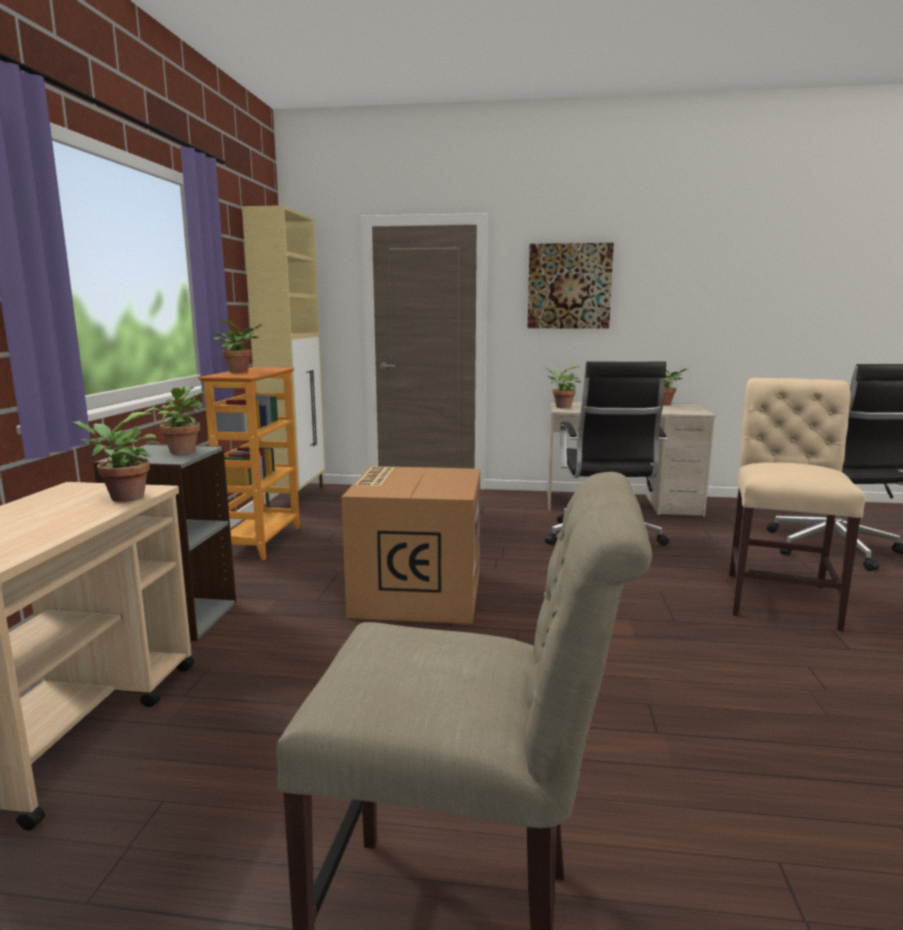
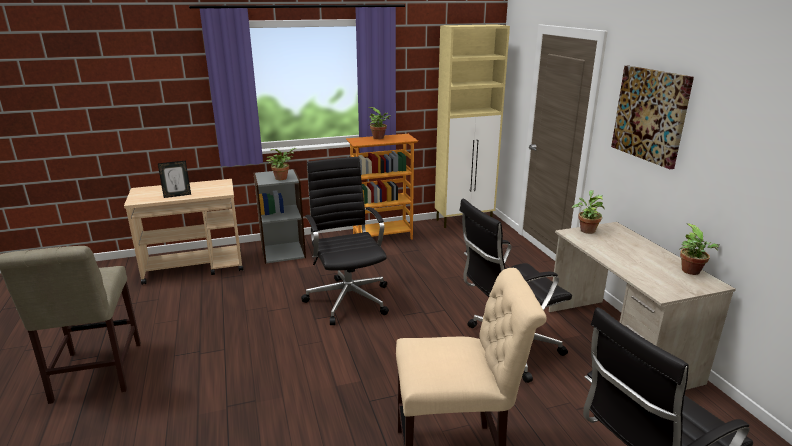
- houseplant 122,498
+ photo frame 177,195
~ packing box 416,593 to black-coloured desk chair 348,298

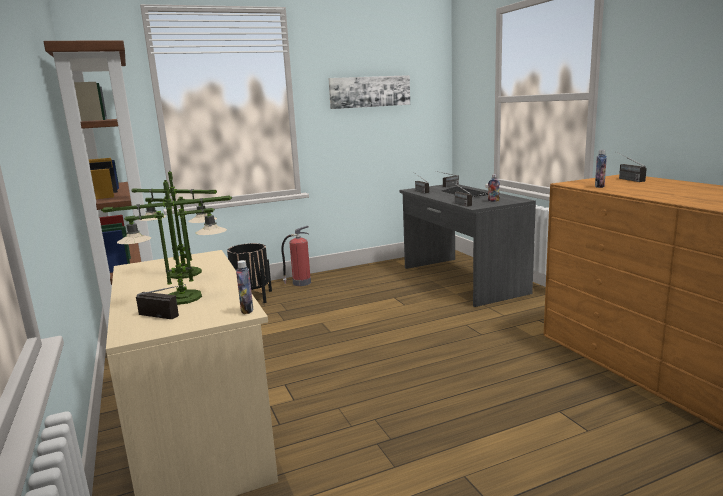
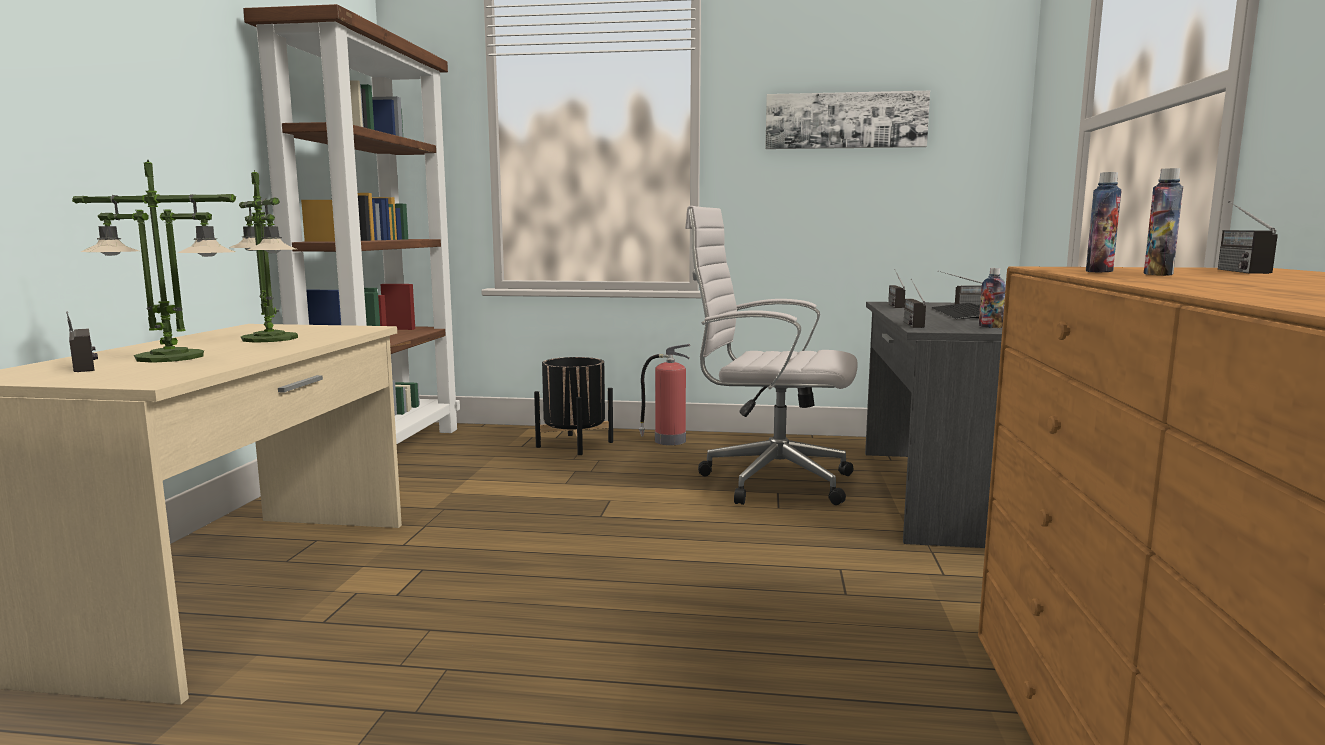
+ white-coloured desk chair 769,481
~ beverage bottle 247,310 to 1158,274

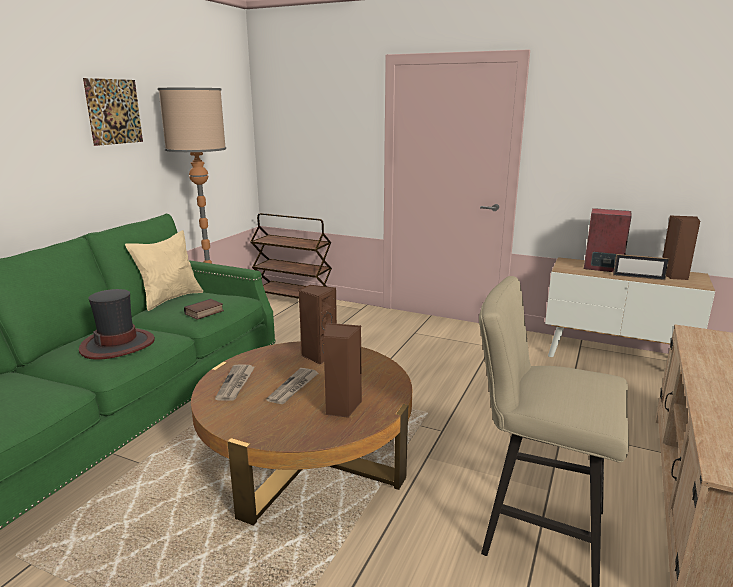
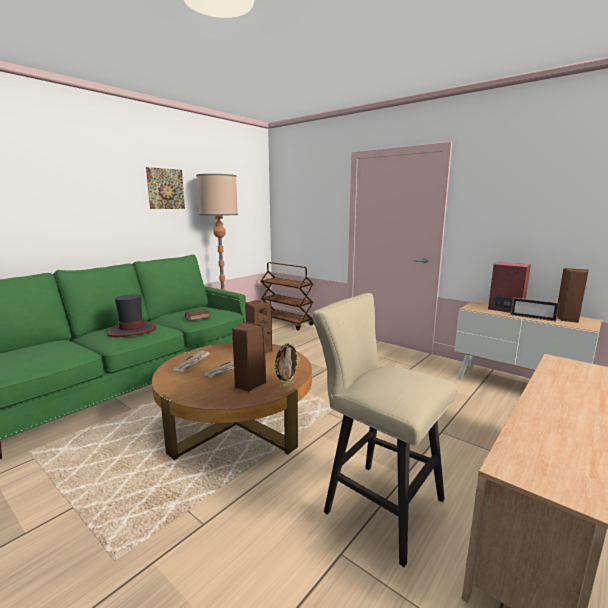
- beige throw pillow 170,299
+ photo frame 286,386

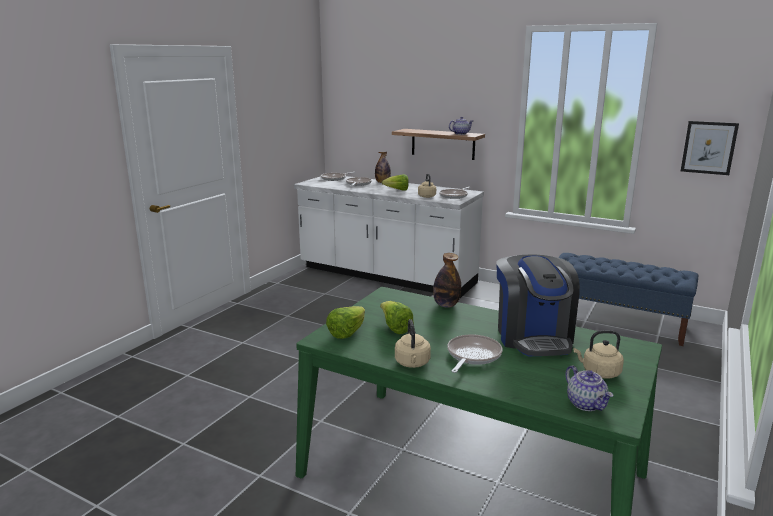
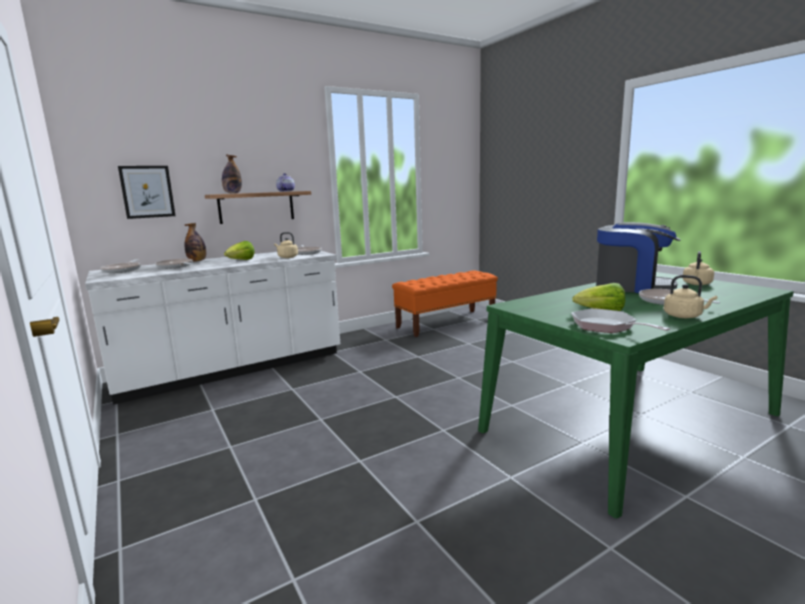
- pot for tea 586,404
~ beverage bottle 446,305 to 233,193
~ picture 708,147 to 147,192
~ head of lettuce 347,333 to frying pan 607,326
~ bluish indoor bench 616,322 to orangey indoor bench 446,323

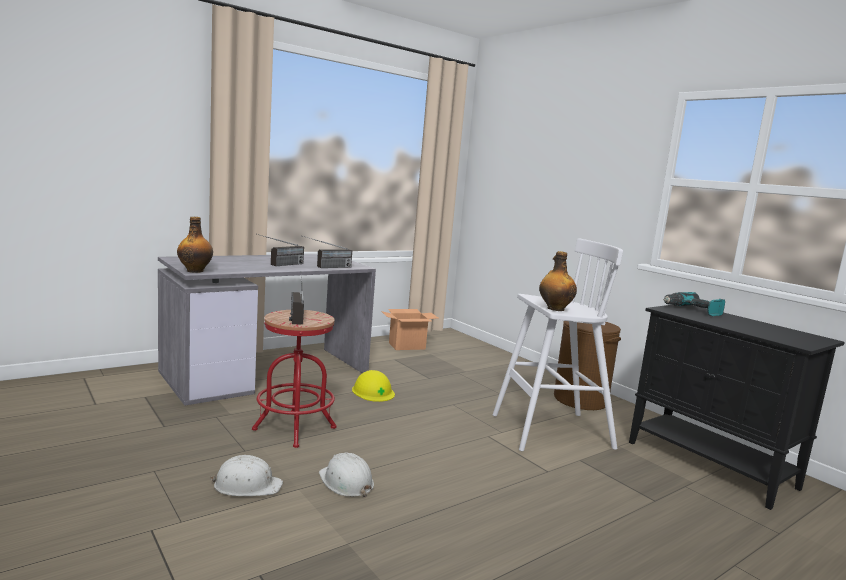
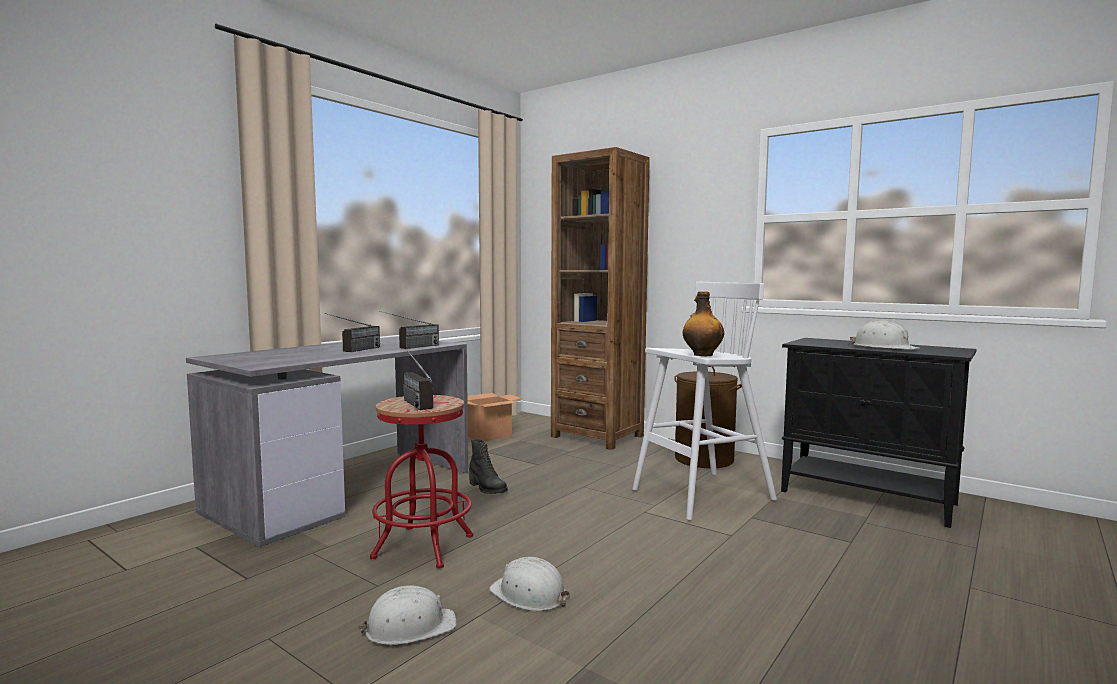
- beverage bottle 195,271
- drill 692,310
+ brownish bookcase 597,436
+ white-coloured hard hat 883,347
~ yellow hard hat 373,391 to black-coloured boot 487,489

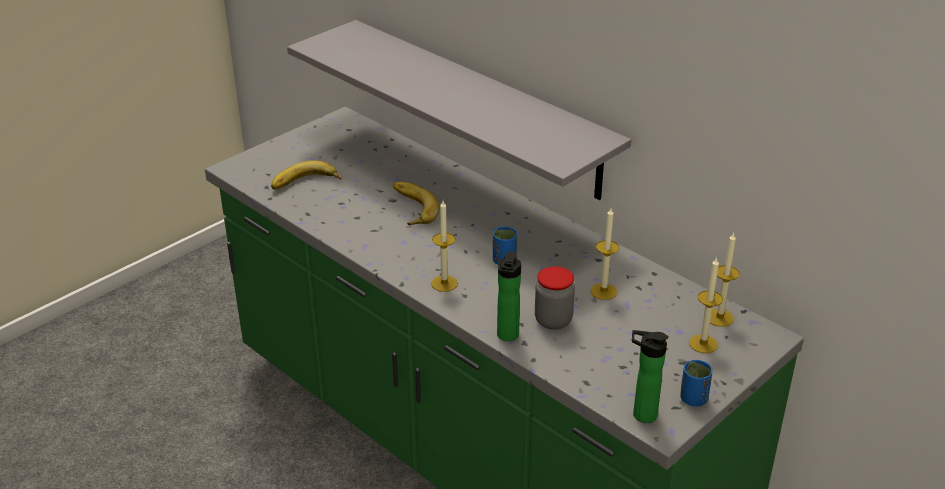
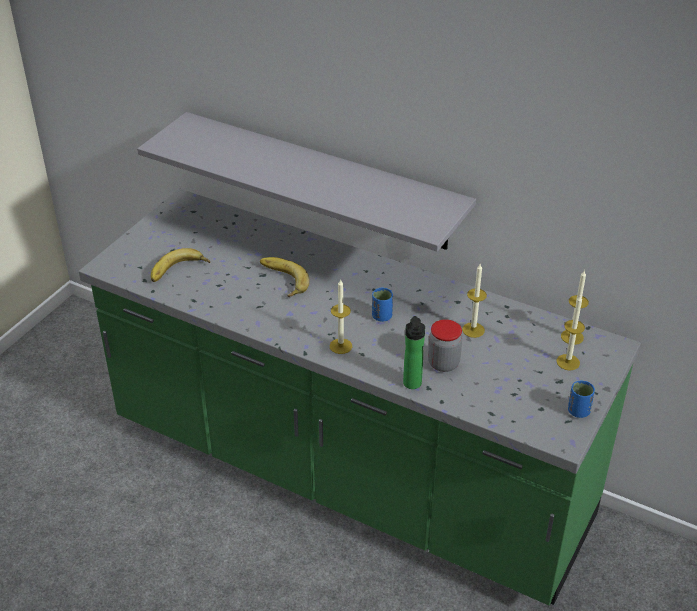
- beverage bottle 641,414

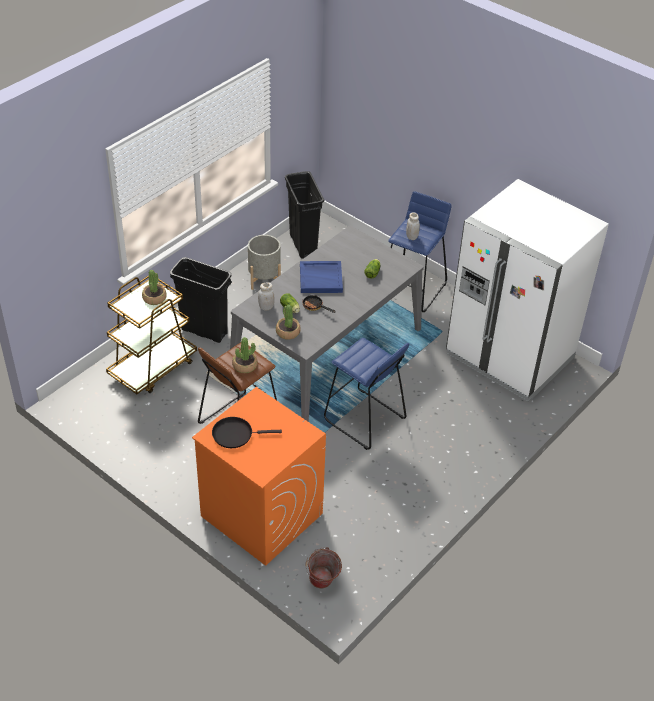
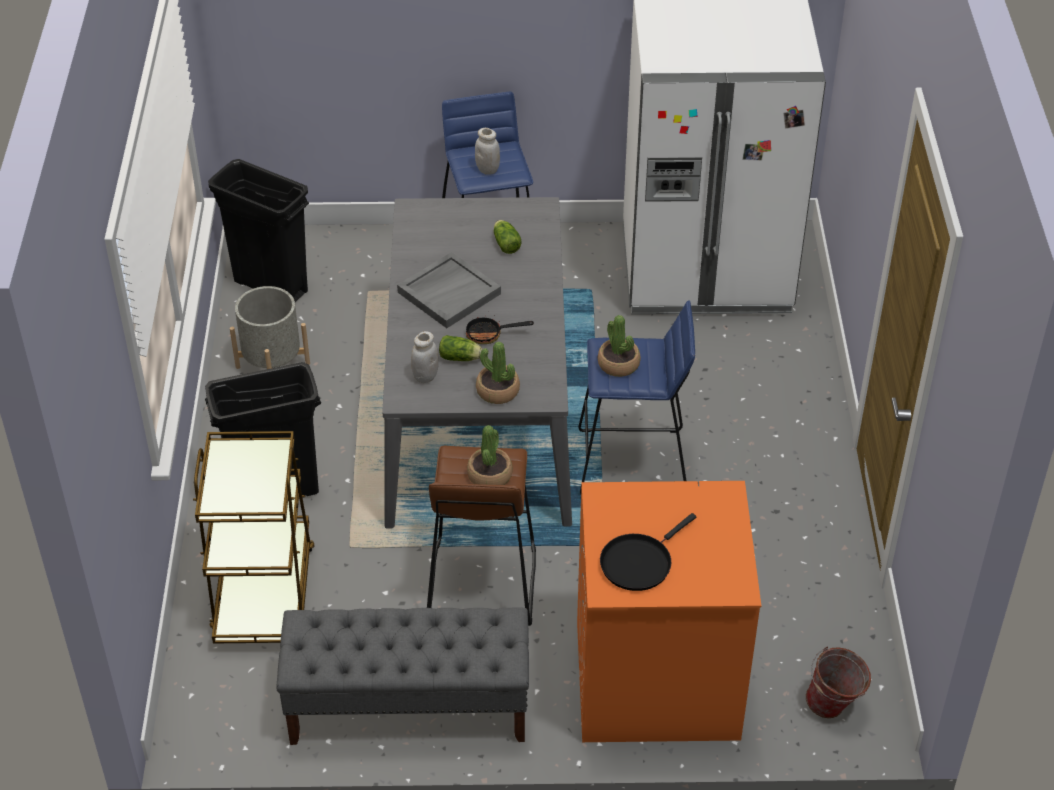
+ gray indoor bench 408,708
~ houseplant 154,298 to 618,364
~ bluish serving tray 321,278 to gray serving tray 449,292

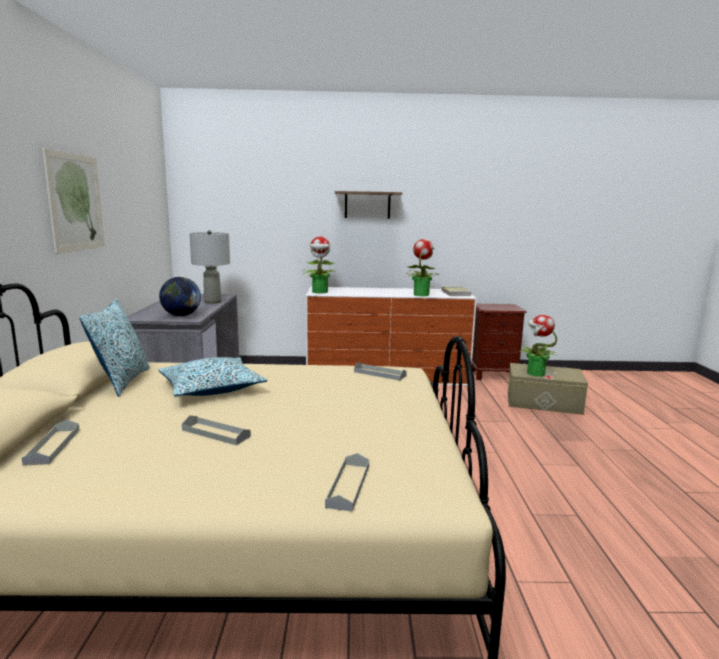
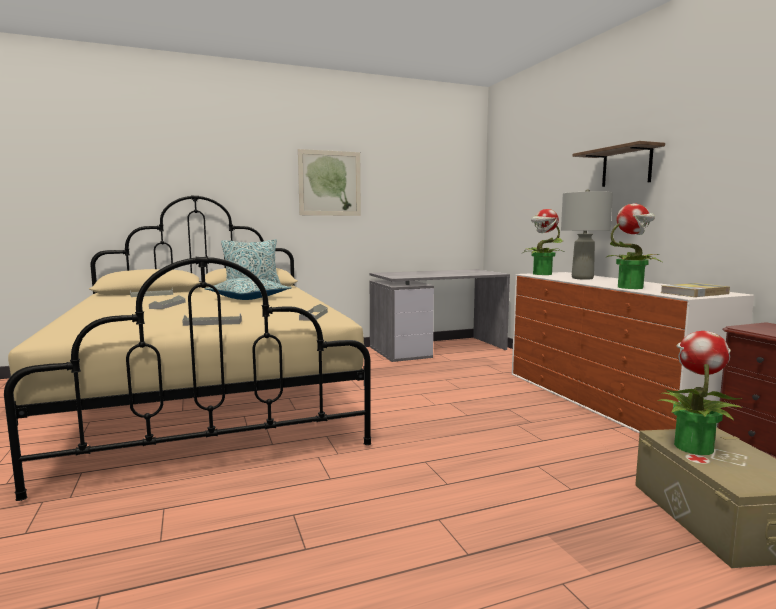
- globe 181,315
~ gray lamp for a table 212,302 to 582,278
~ gray serving tray 348,486 to 213,323

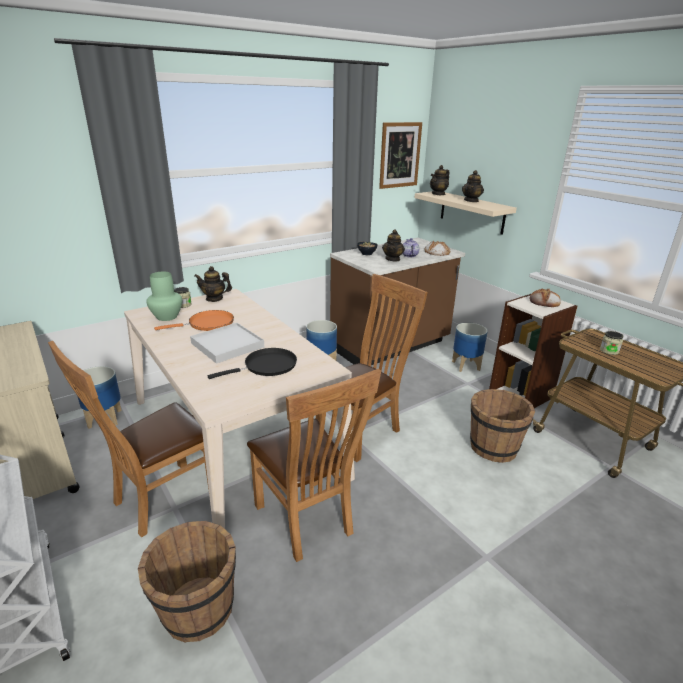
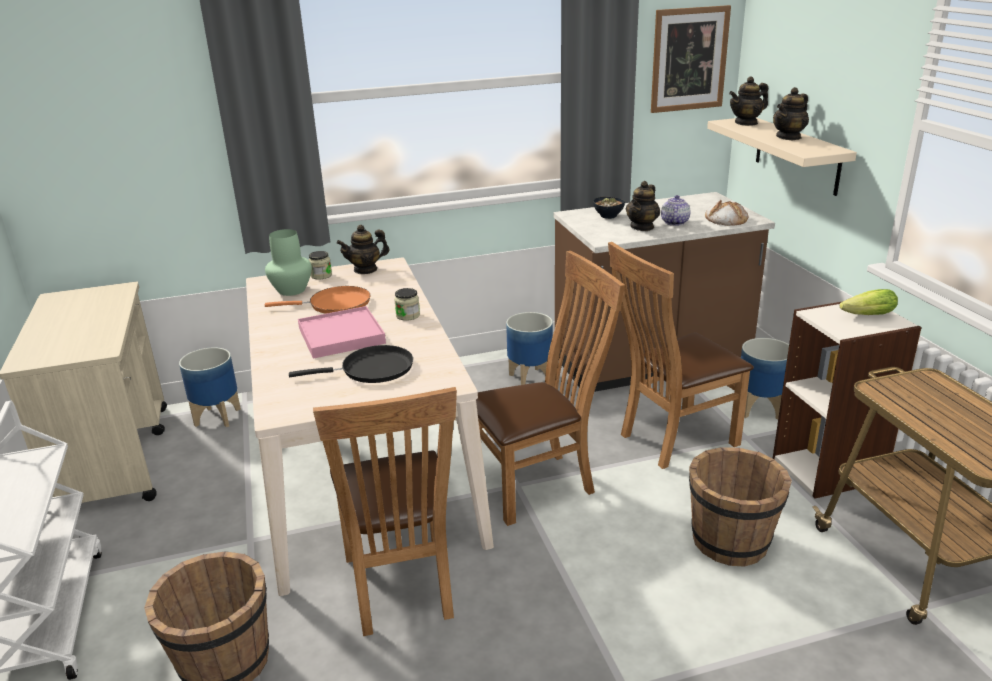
~ brownish plain chair 159,500 to 672,440
~ preserve jar 609,351 to 408,315
~ bakery bread 545,302 to head of lettuce 865,316
~ white-coloured serving tray 227,345 to pink serving tray 341,336
~ pot for tea 214,298 = 365,269 45 degrees counterclockwise

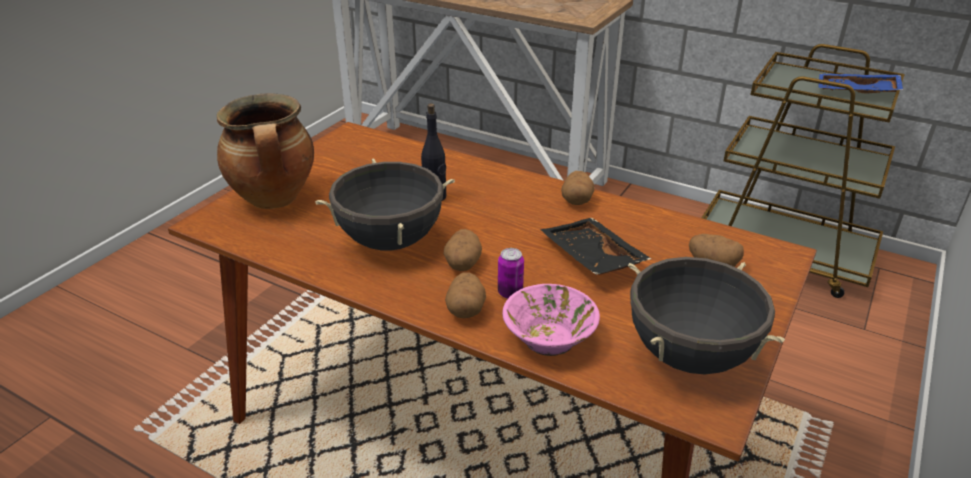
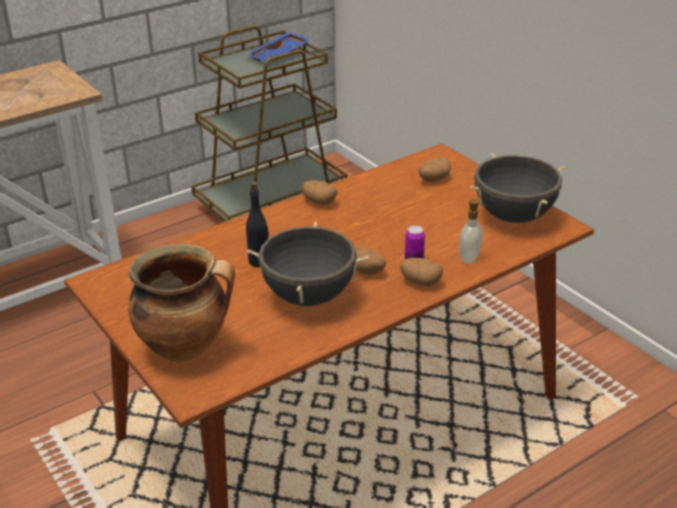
- black-coloured serving tray 590,258
~ pink deep dish 549,337 to liquid soap bottle 470,258

